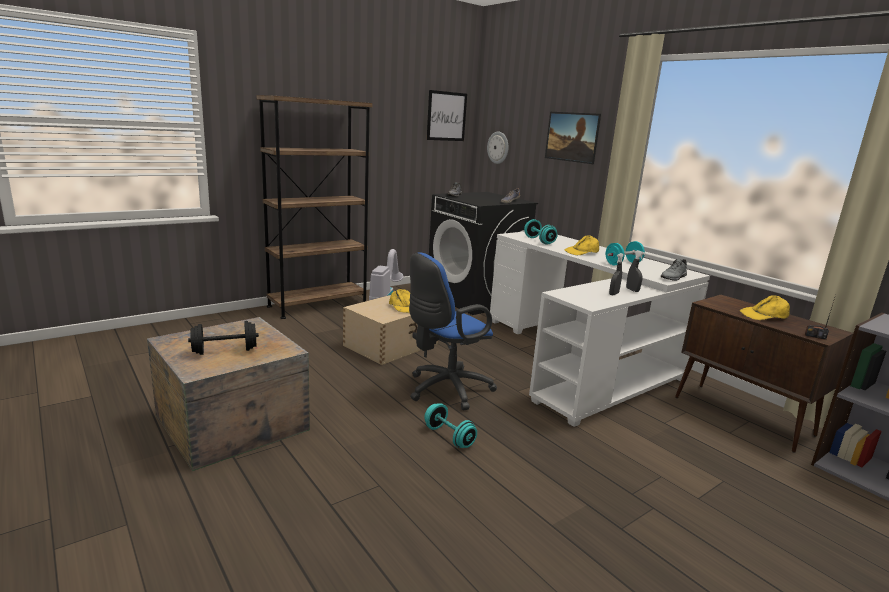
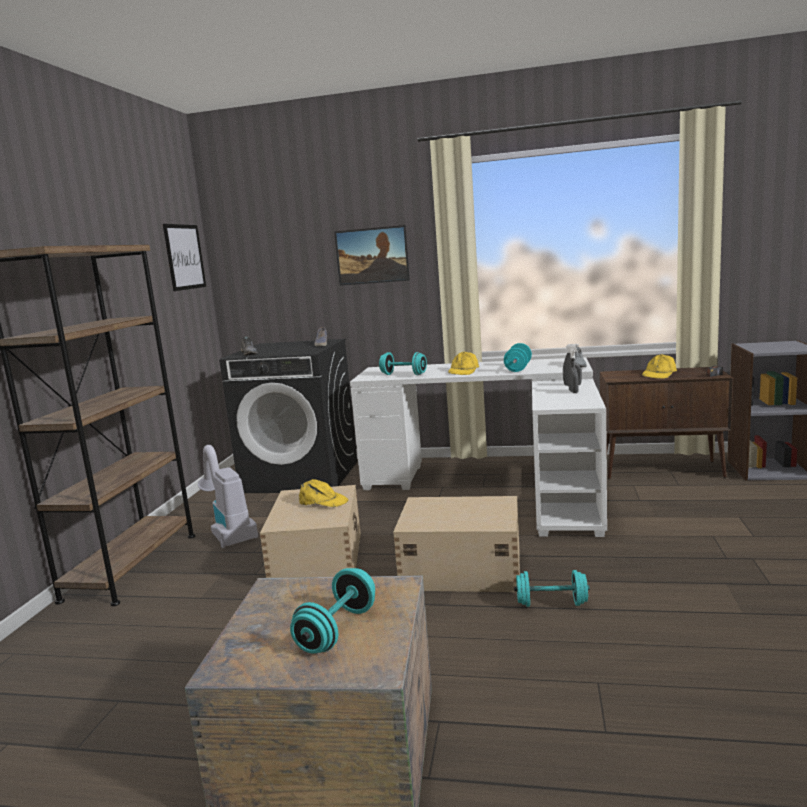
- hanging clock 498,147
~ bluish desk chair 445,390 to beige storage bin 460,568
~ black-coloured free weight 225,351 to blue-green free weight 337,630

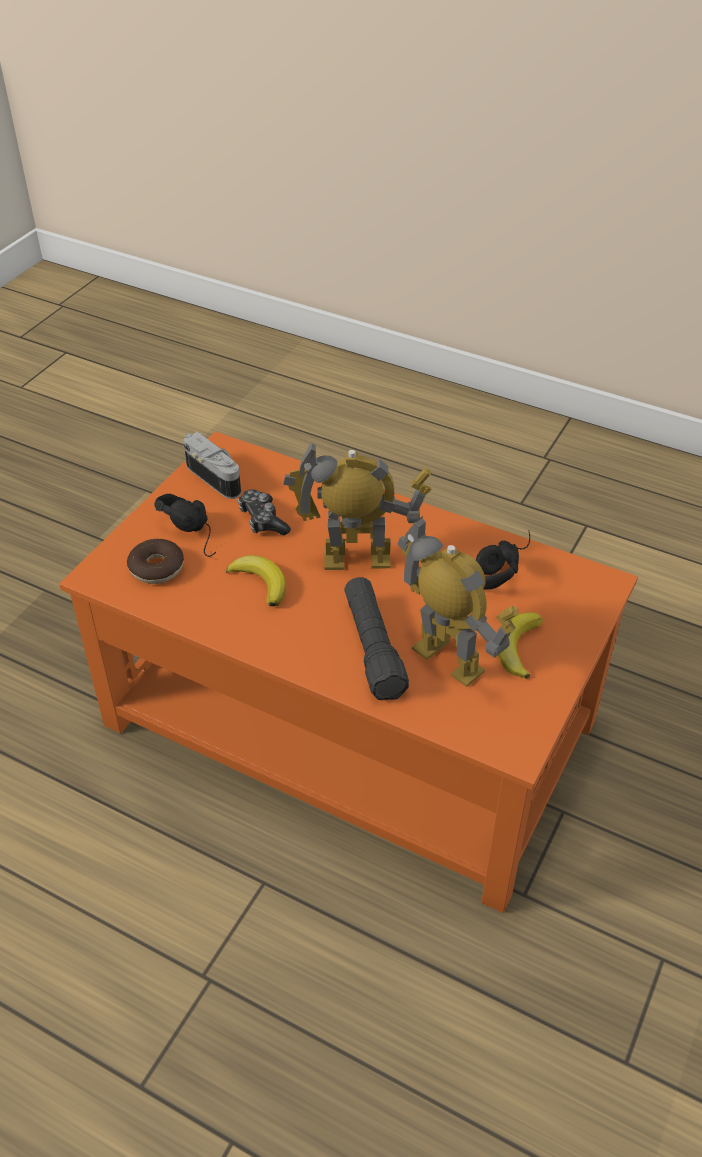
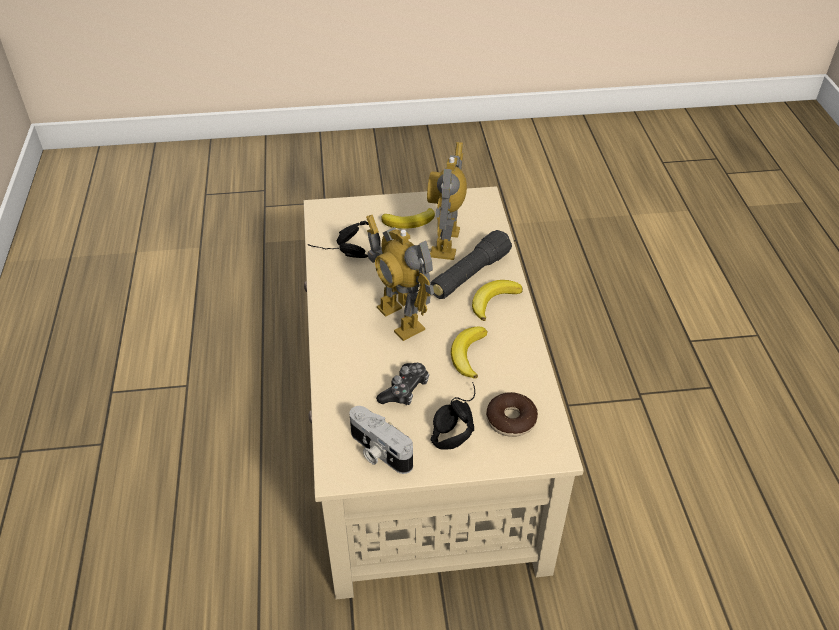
+ banana 493,301
~ orangey low table 348,722 to beige low table 420,431
~ still camera 216,477 = 378,452 60 degrees counterclockwise

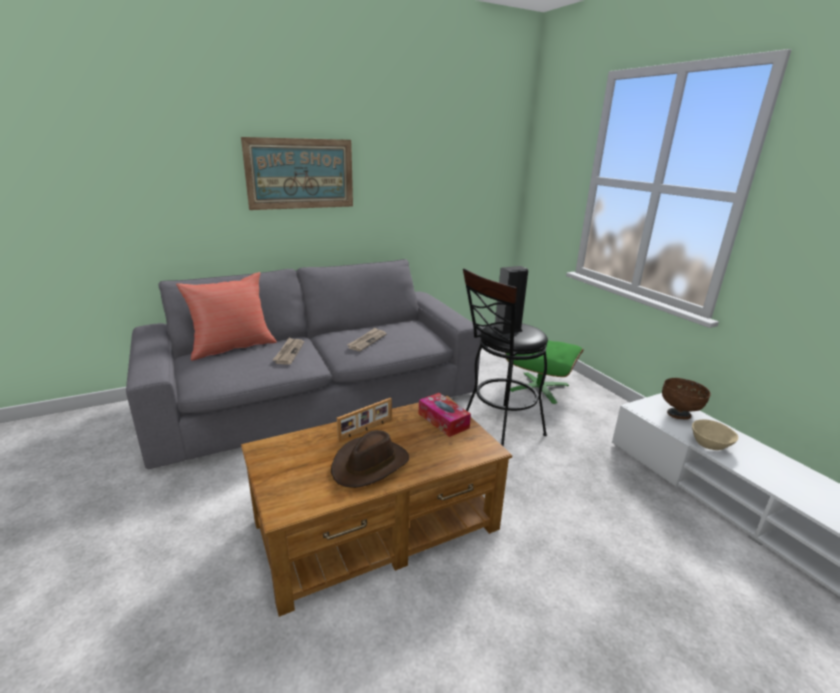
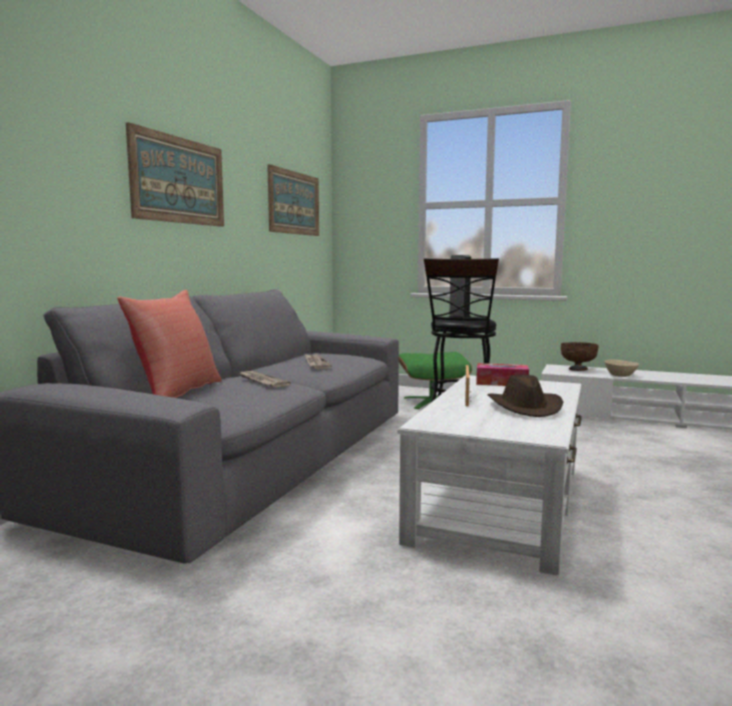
+ picture 294,203
~ brownish low table 378,525 to white-coloured low table 501,502

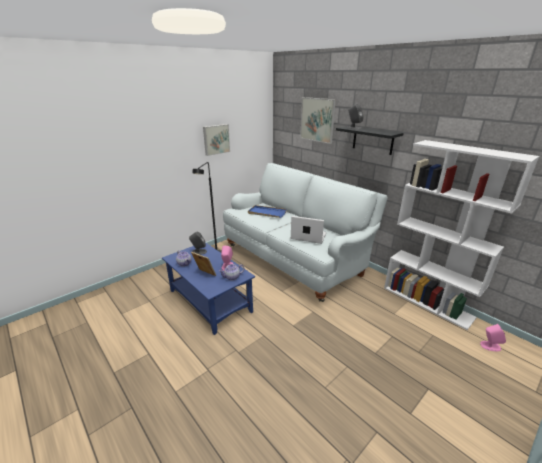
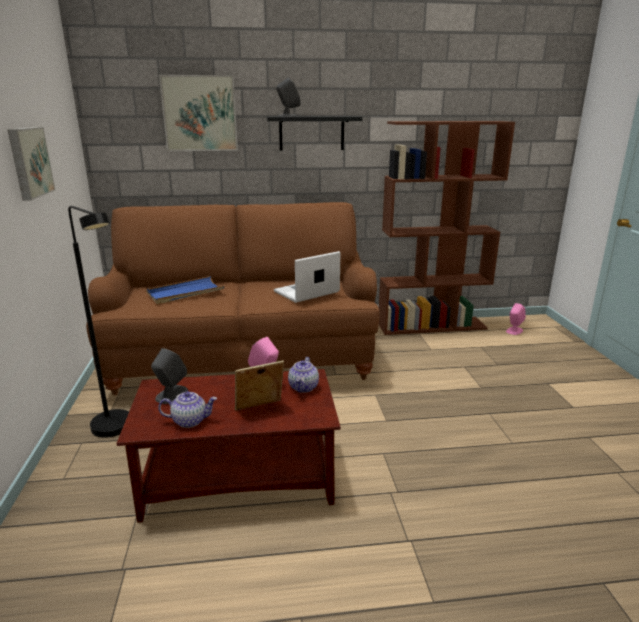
~ bluish low table 210,301 to brownish low table 240,478
~ white-coloured couch 295,258 to brownish couch 243,358
~ white-coloured bookcase 427,302 to brownish bookcase 432,326

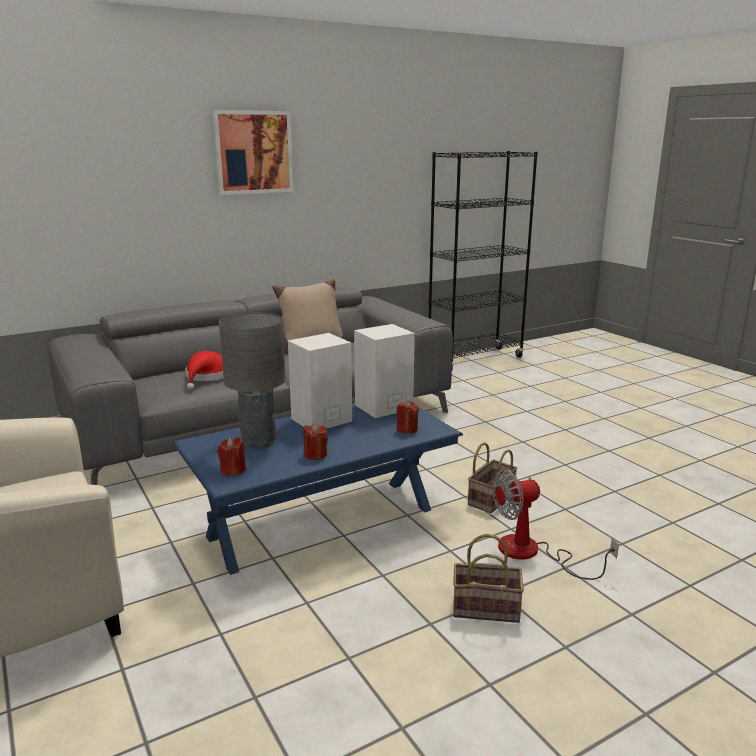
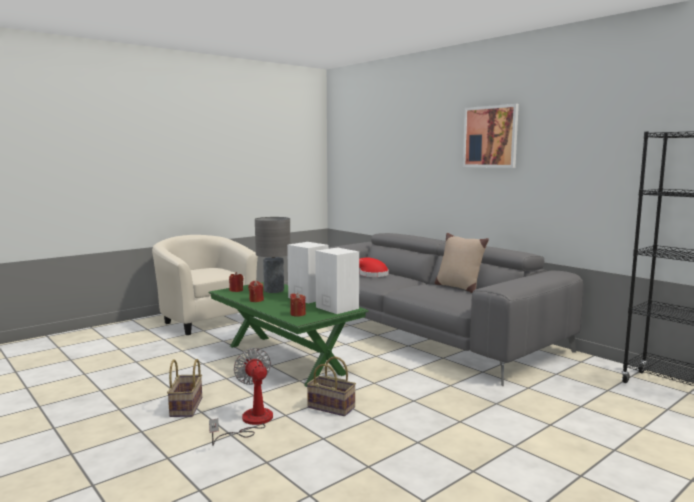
~ bluish low table 322,522 to green low table 285,359

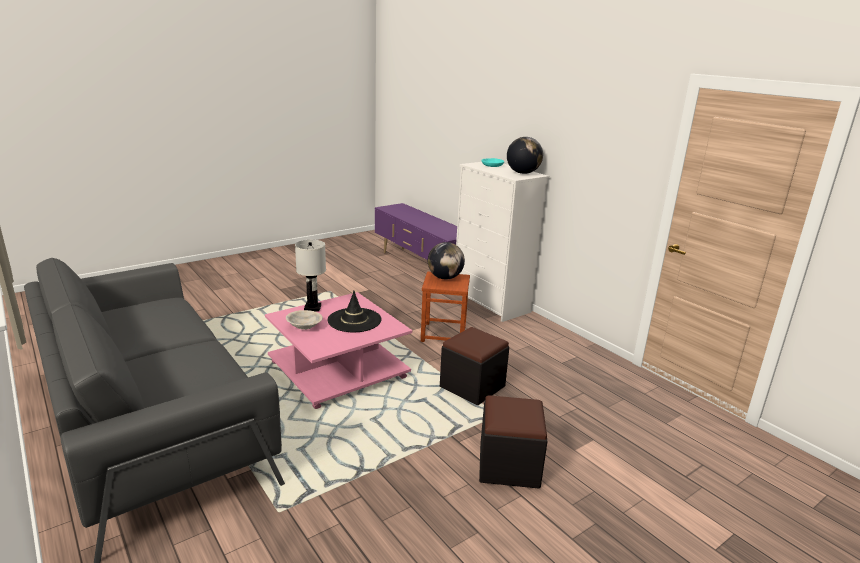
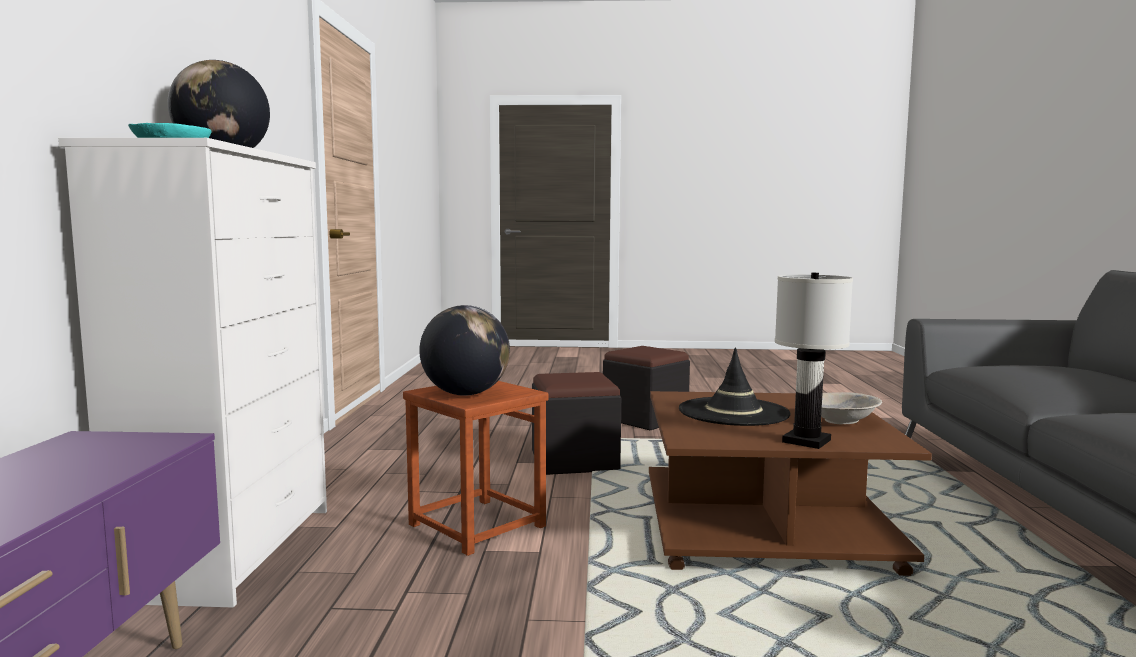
~ pink low table 336,370 to brownish low table 767,528

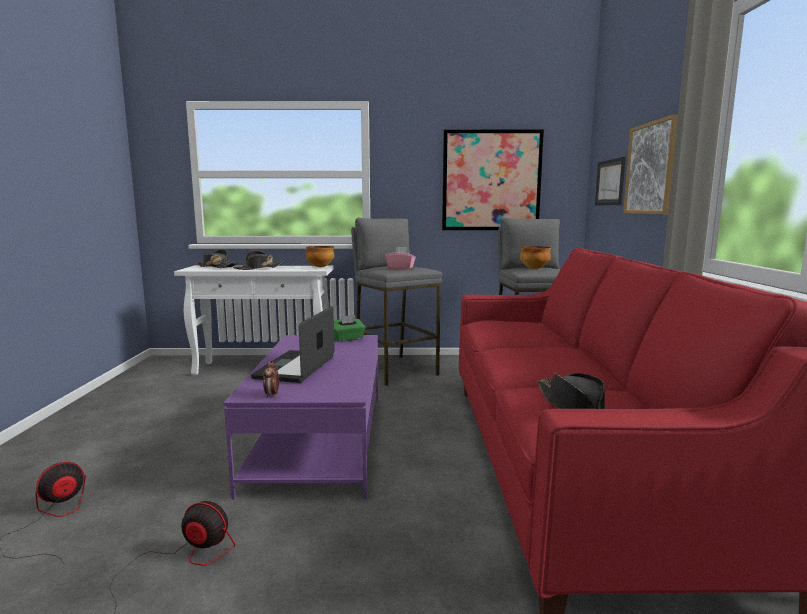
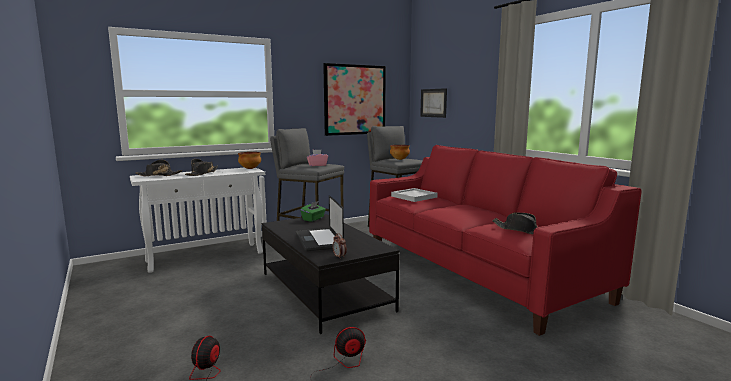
- picture 652,168
+ white-coloured serving tray 415,197
~ purplish low table 319,441 to black-coloured low table 325,291

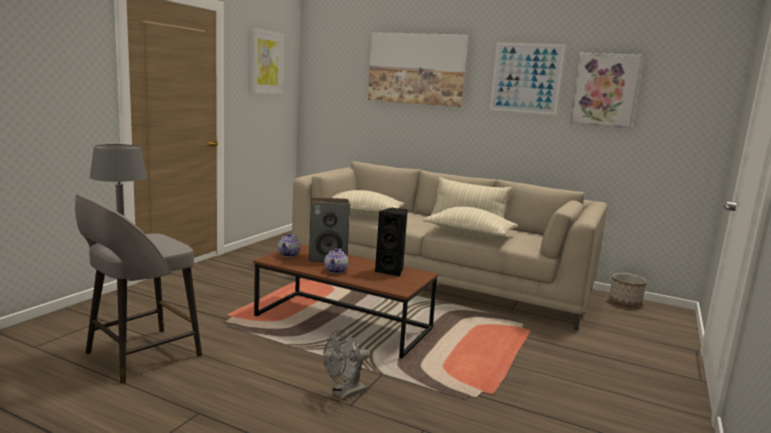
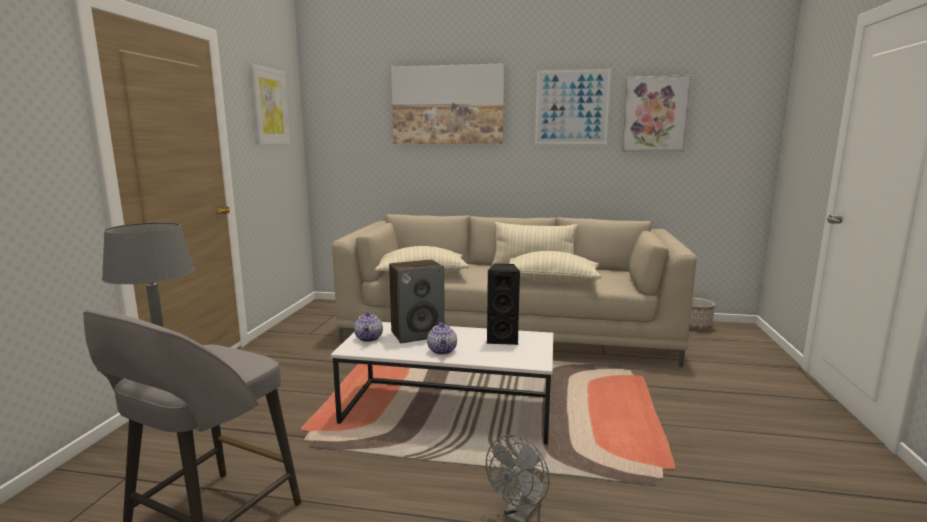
~ brownish low table 342,323 to white-coloured low table 448,411

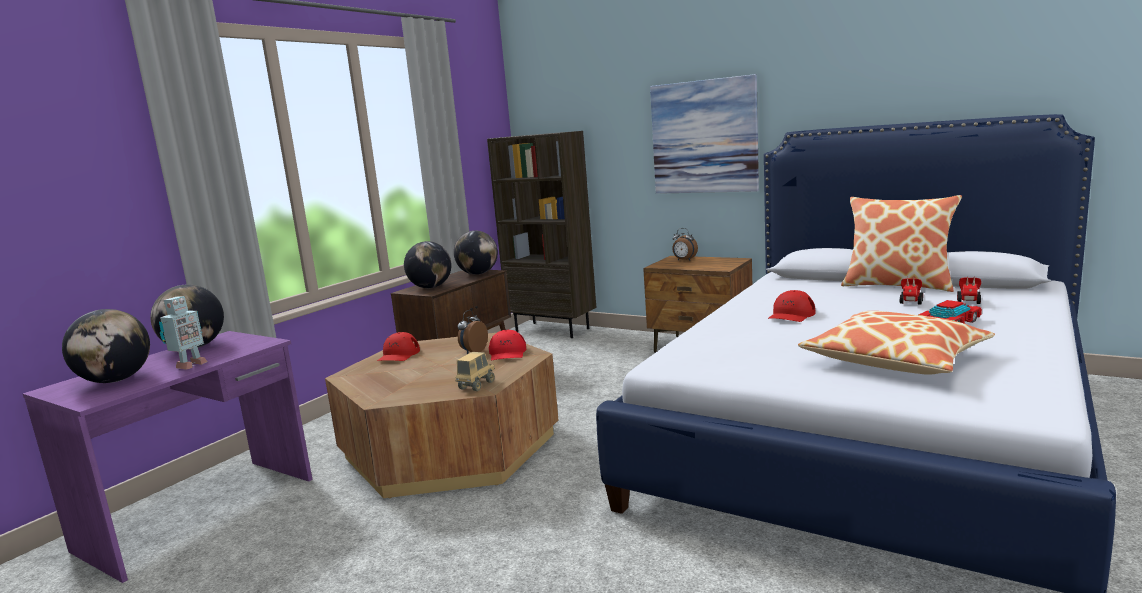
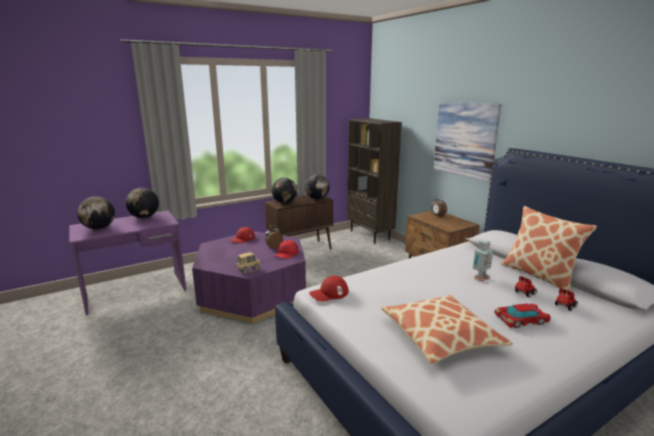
~ toy robot 189,365 to 480,278
~ red cap 791,315 to 329,293
~ brownish low table 451,447 to purplish low table 253,293

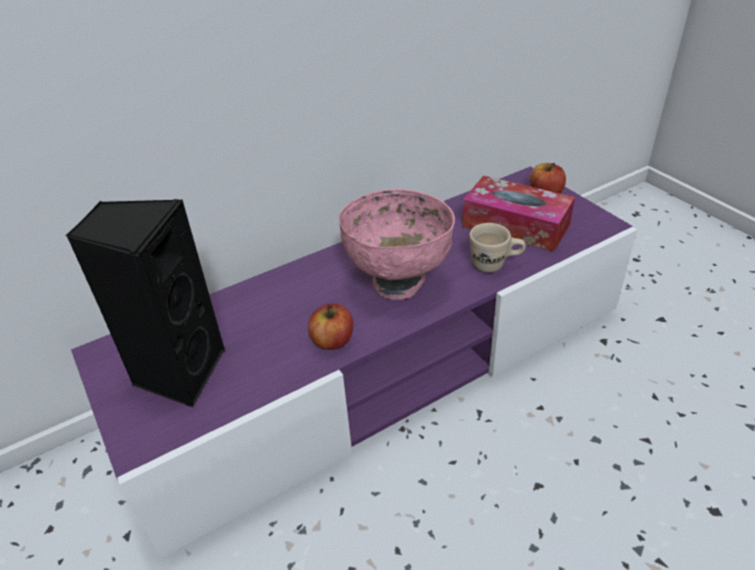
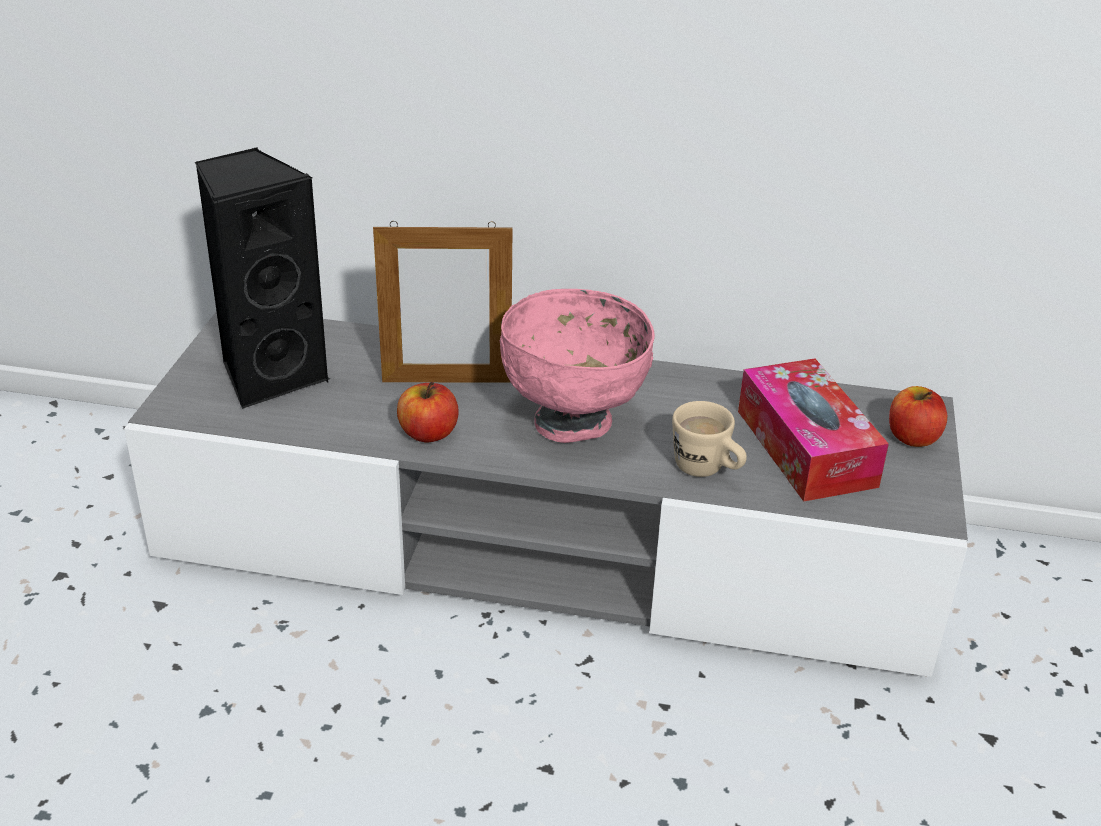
+ photo frame 446,381
~ purplish tv stand 382,368 to gray tv stand 546,546

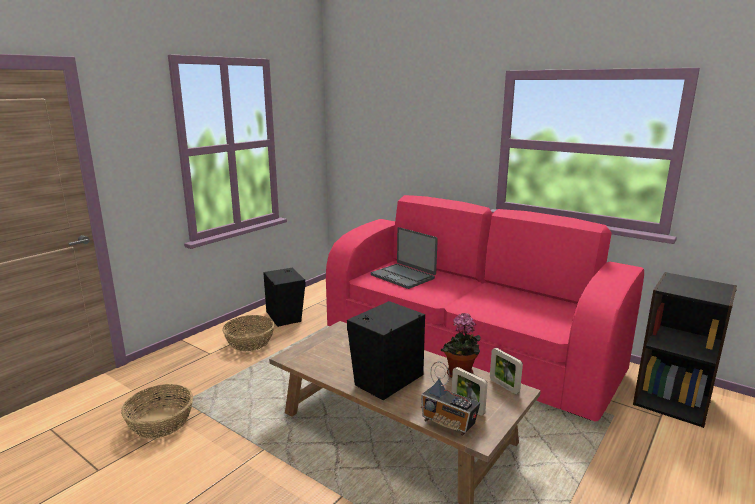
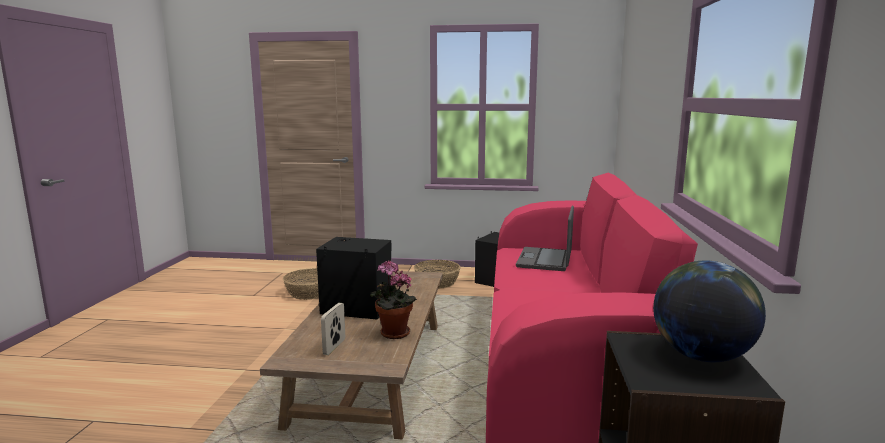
- radio set 449,423
- photo frame 504,386
+ globe 701,356

